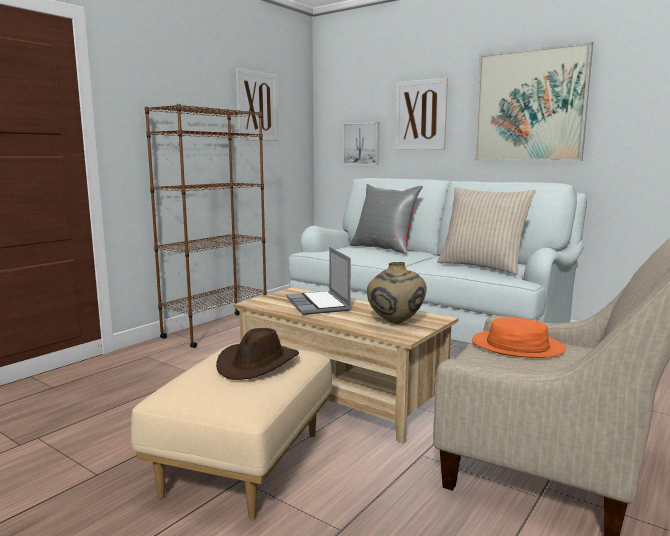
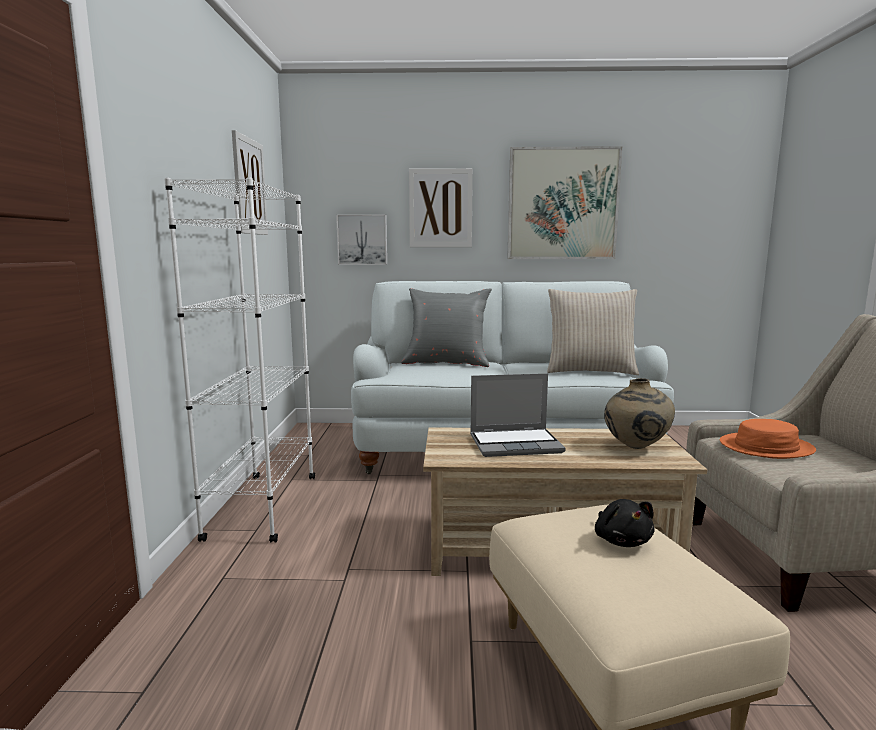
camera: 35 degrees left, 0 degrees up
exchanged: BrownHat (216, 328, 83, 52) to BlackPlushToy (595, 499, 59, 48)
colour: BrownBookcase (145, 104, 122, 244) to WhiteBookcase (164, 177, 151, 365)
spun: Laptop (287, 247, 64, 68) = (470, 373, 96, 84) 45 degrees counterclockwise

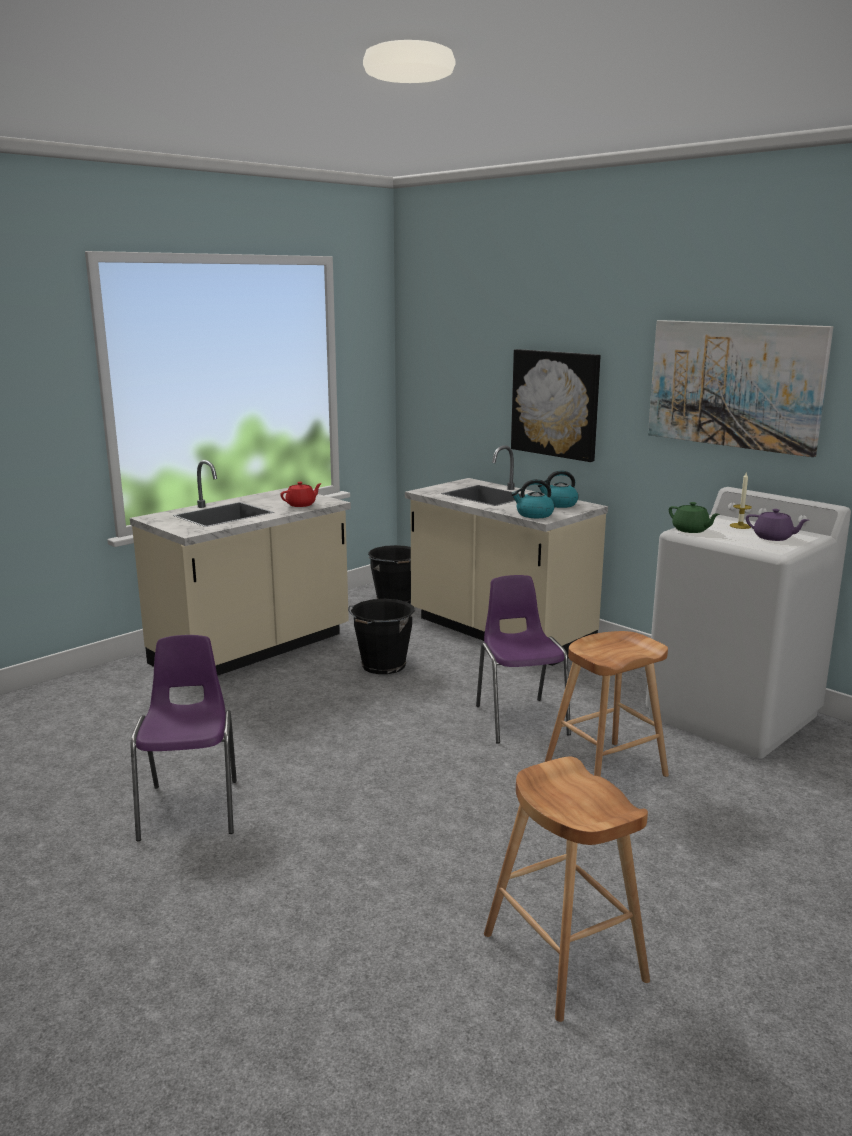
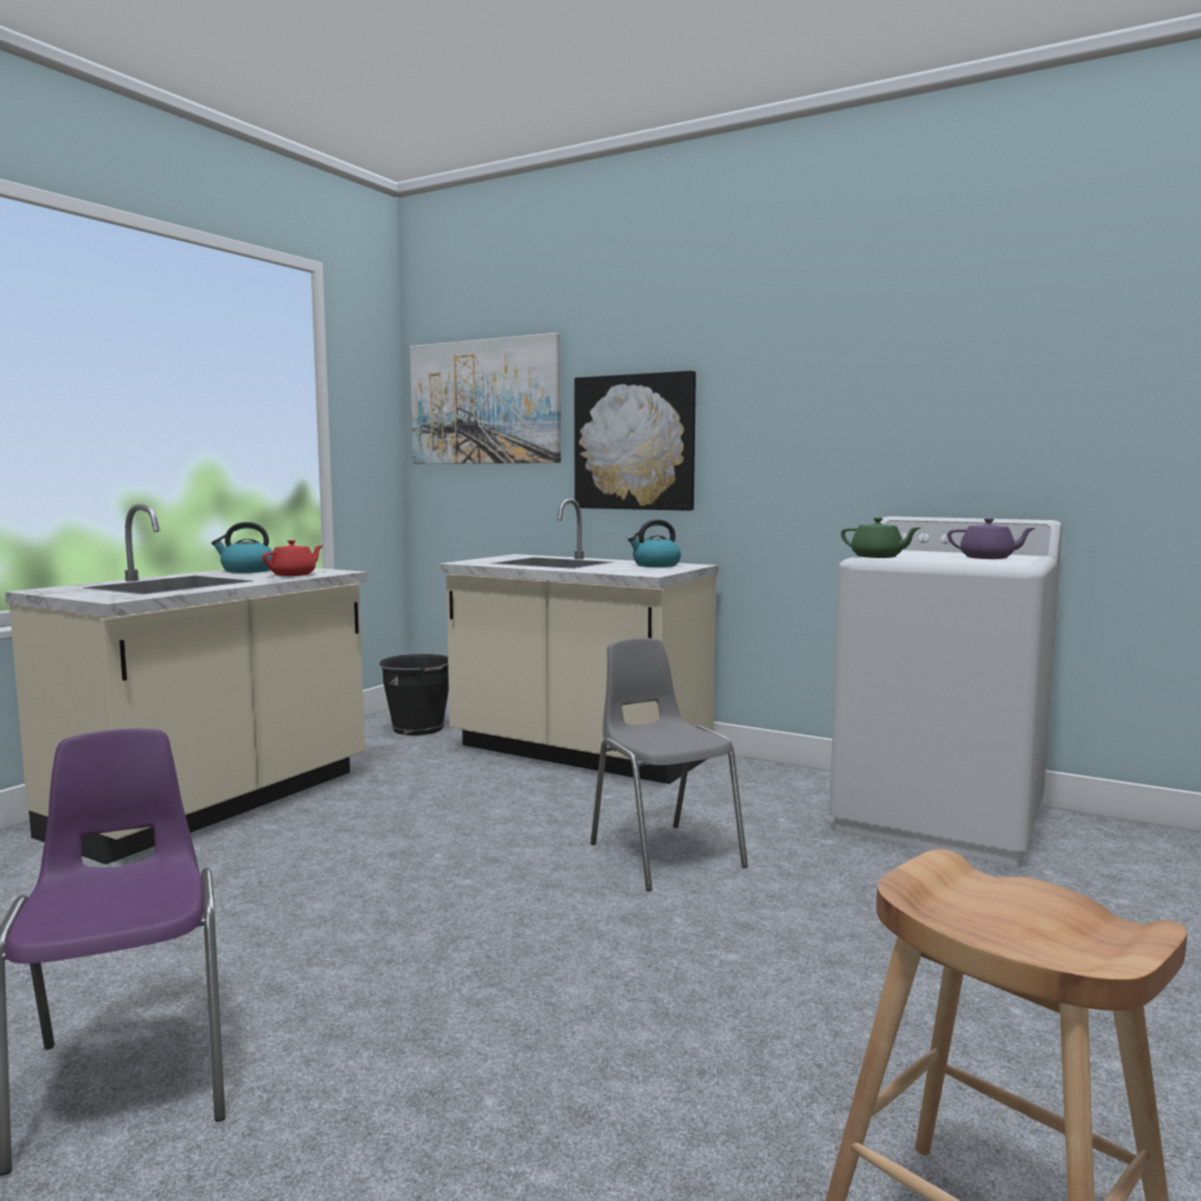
camera: 15 degrees left, 10 degrees down
missing: Candle (730, 473, 22, 56); BlackBucket (348, 599, 67, 75); BrownStool (545, 631, 124, 146)
relocated: Picture (648, 320, 185, 137) to (410, 333, 151, 131); Kettle (511, 479, 43, 39) to (211, 522, 62, 51)
colour: PurpleChair (476, 575, 95, 168) to GreyChair (591, 638, 157, 253)

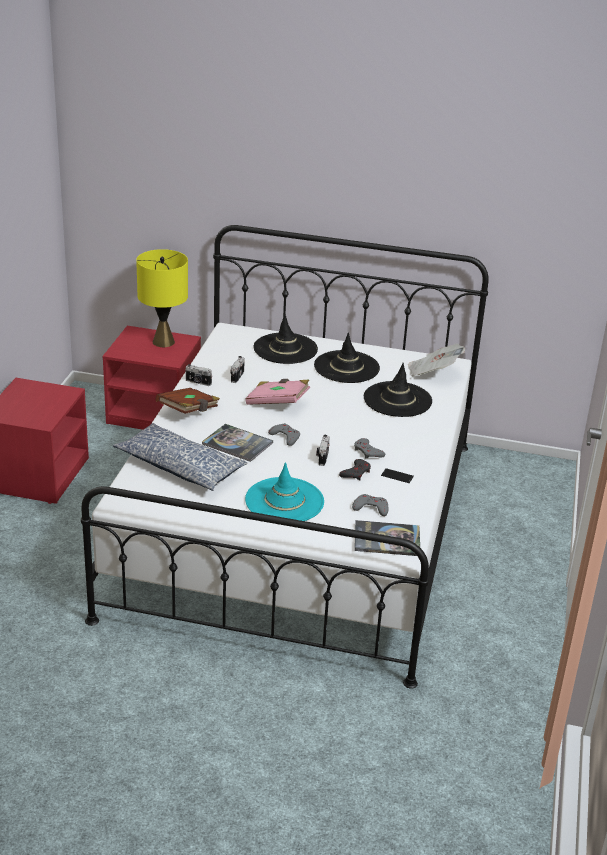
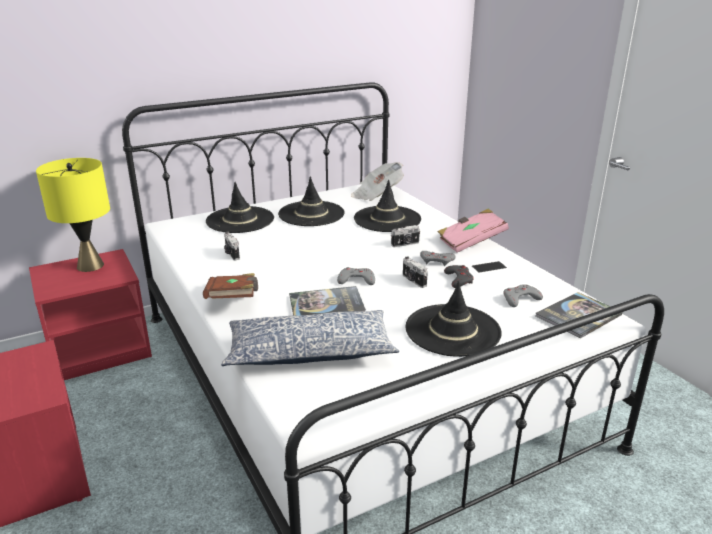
camera: 40 degrees left, 5 degrees down
relocated: PhotoCamera (185, 364, 27, 22) to (391, 225, 29, 22); PinkBook (245, 379, 65, 26) to (438, 209, 71, 44)
colour: TurquoiseHat (245, 462, 79, 59) to BlackHat (405, 281, 97, 76)

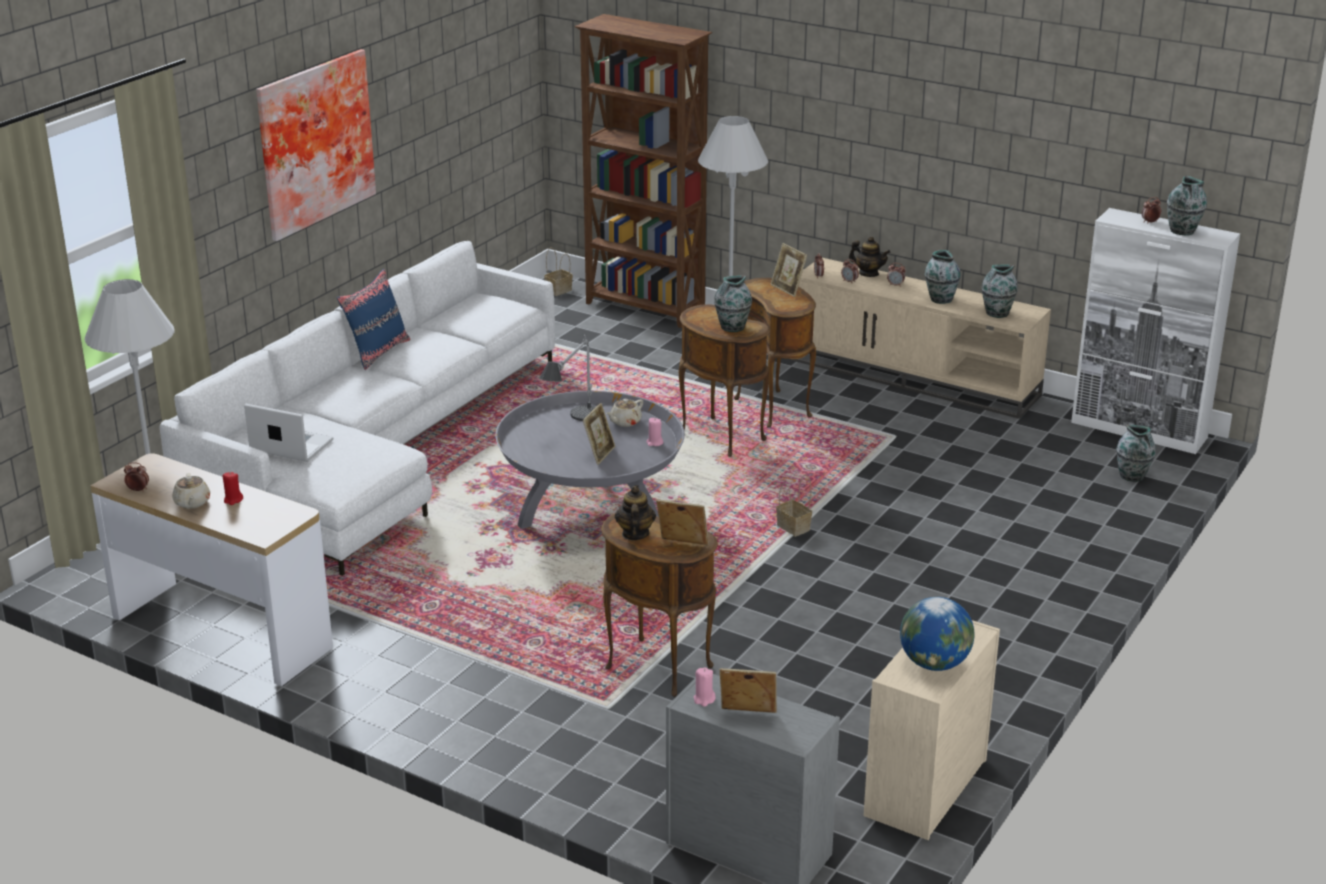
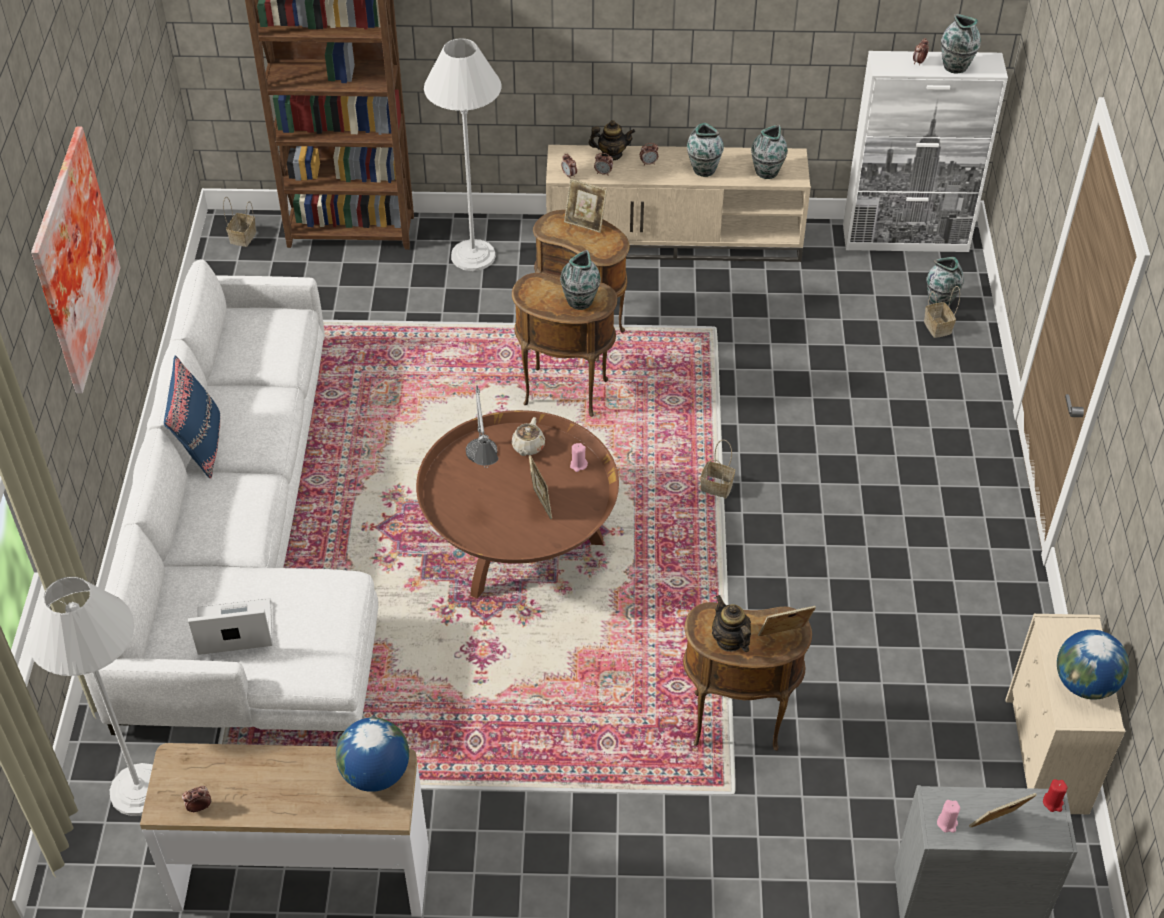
camera: 30 degrees left, 20 degrees up
missing: BeigeTeapot (172, 473, 38, 36)
appeared: Basket (924, 286, 36, 52); Globe (336, 717, 73, 75)
relocated: RedCandle (223, 472, 20, 33) to (1043, 779, 24, 33)
colour: GreyCoffeeTable (495, 391, 190, 138) to BrownCoffeeTable (416, 410, 203, 189)

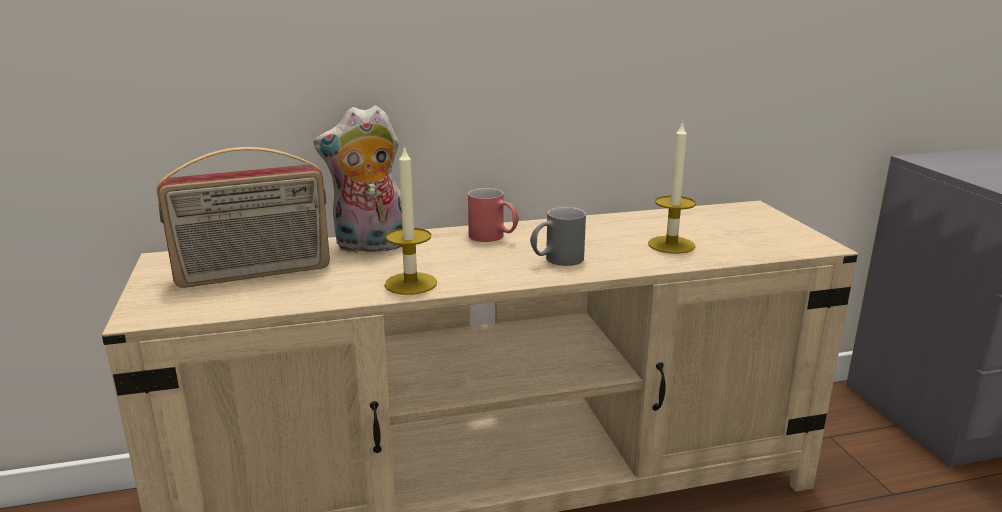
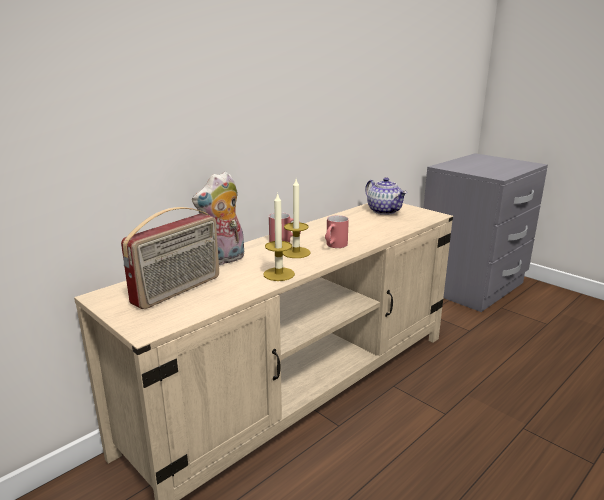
camera: 30 degrees left, 0 degrees up
appeared: Teapot (365, 177, 42, 38)
relocated: Candle (648, 121, 48, 133) to (283, 179, 27, 79)
colour: GreyMug (530, 207, 56, 59) to RedMug (325, 215, 24, 33)

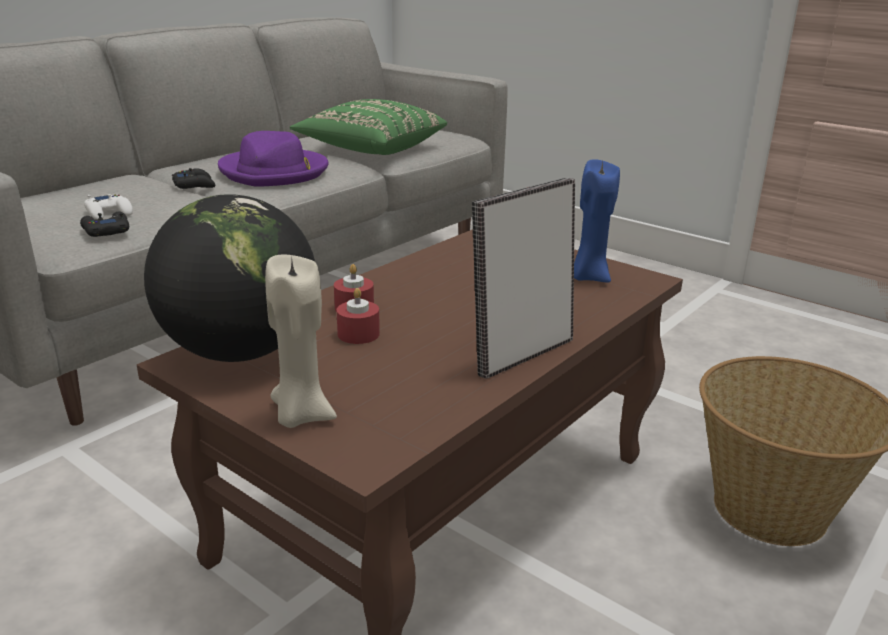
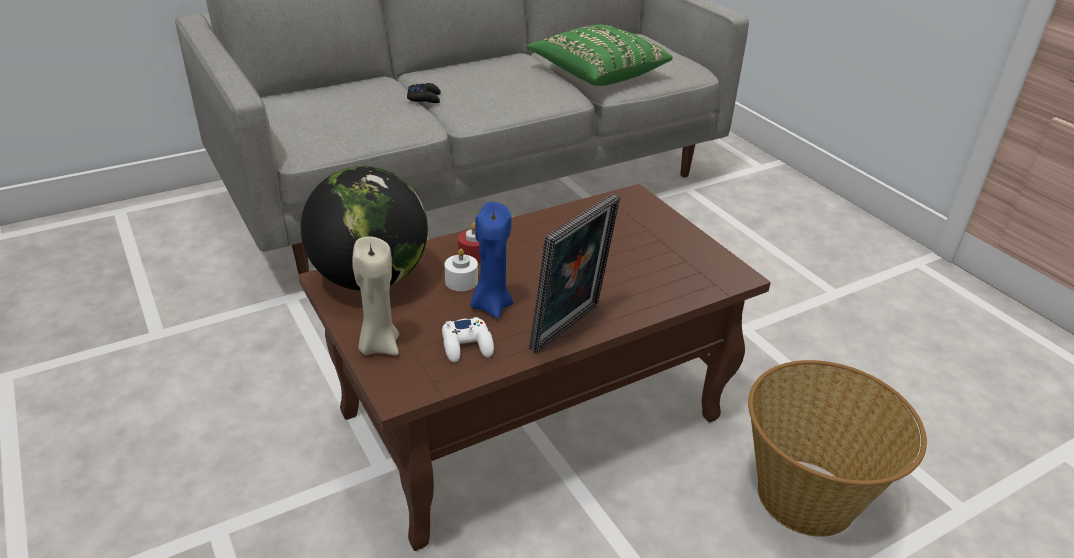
camera: 20 degrees right, 10 degrees up
missing: PurpleHat (218, 131, 111, 56); BlackGameController (80, 212, 49, 25)
relocated: BlueCandle (574, 159, 46, 124) to (471, 202, 42, 117); WhiteGameController (84, 194, 49, 26) to (442, 317, 52, 45)
colour: RedCandle (337, 288, 43, 56) to WhiteCandle (444, 248, 34, 43)
spun: PictureFrame (472, 178, 103, 201) = (529, 193, 91, 160) 150 degrees clockwise

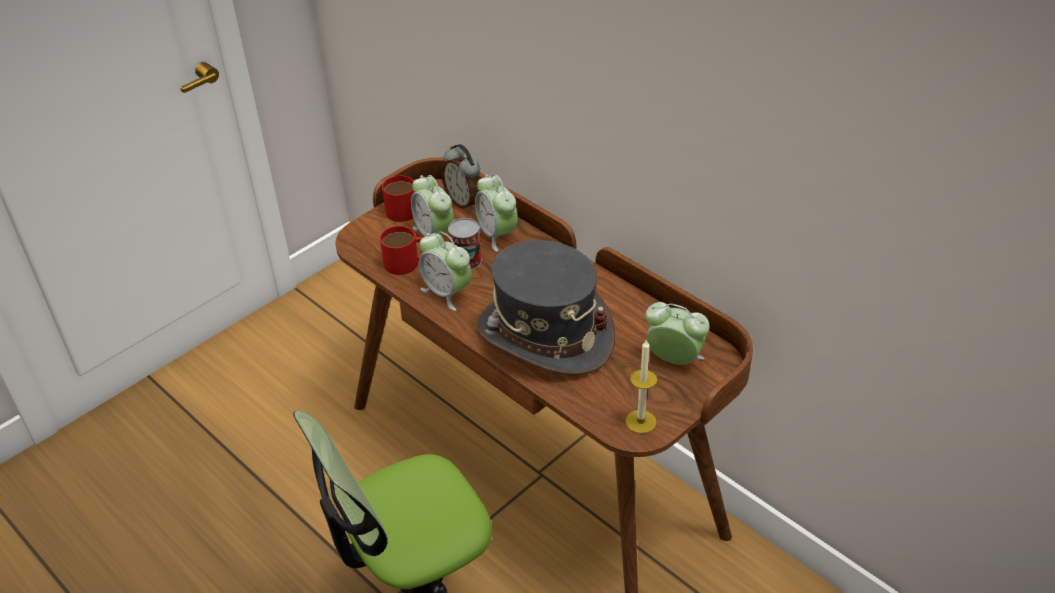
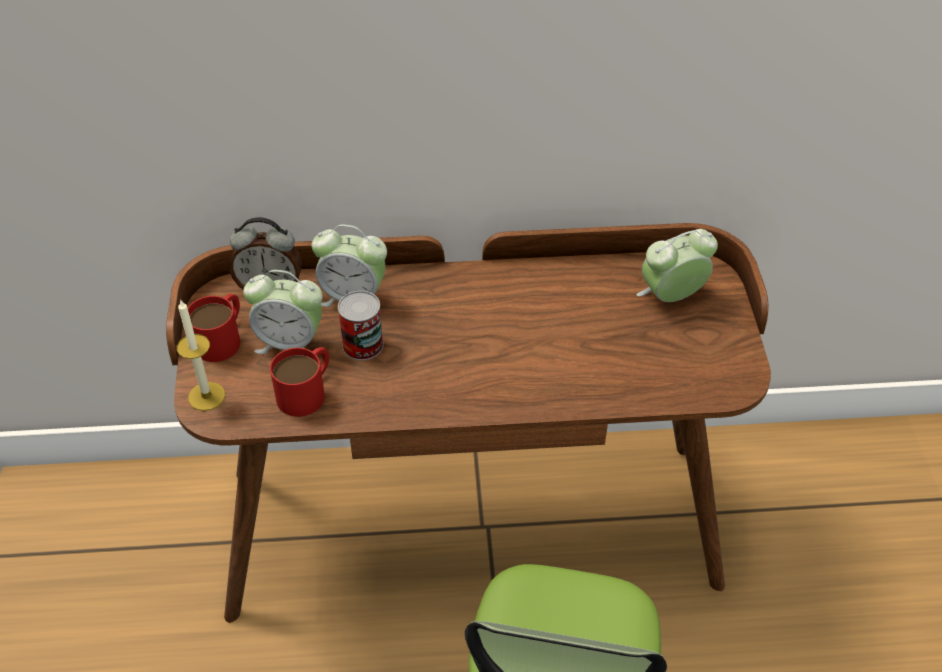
camera: 50 degrees left, 5 degrees up
missing: AlarmClock (419, 232, 53, 79); GreyHat (476, 240, 139, 135)
relocated: Candle (626, 339, 32, 95) to (177, 299, 48, 112)

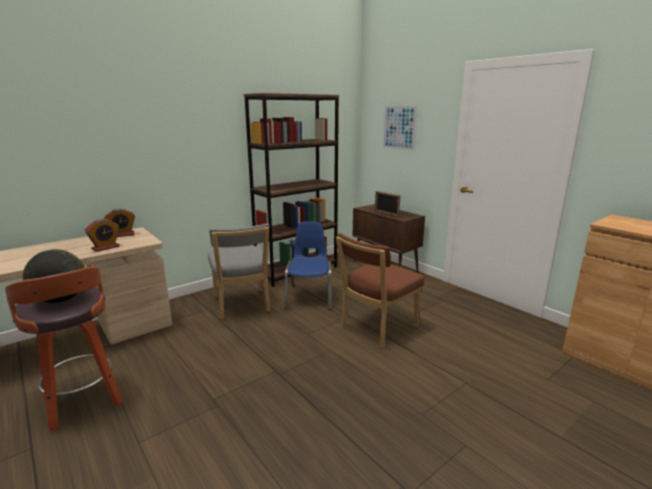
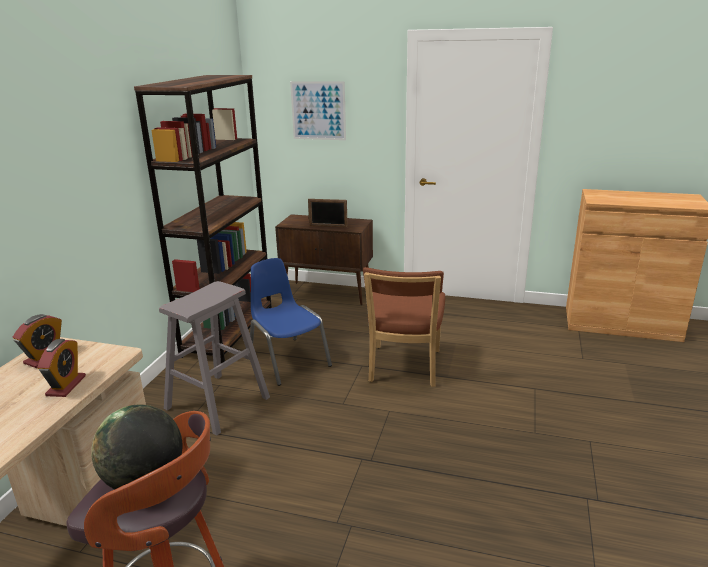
camera: 35 degrees left, 5 degrees up
exchanged: GreyChair (208, 223, 63, 96) to GreyStool (159, 281, 111, 155)

